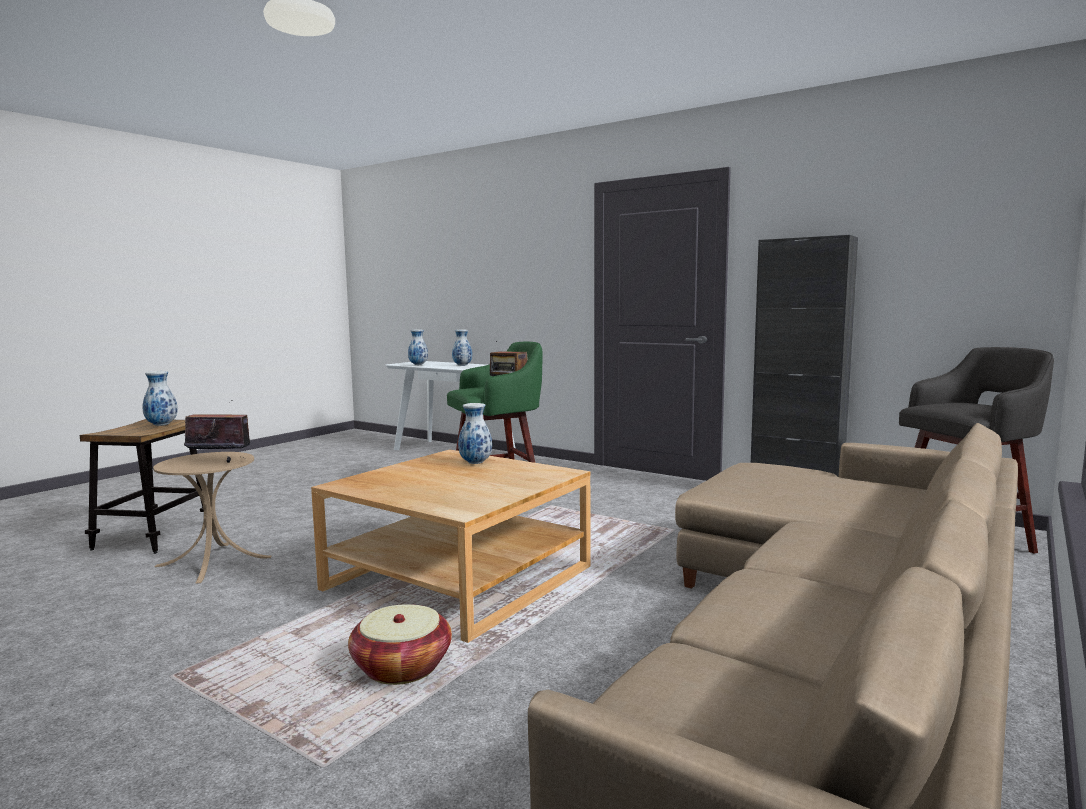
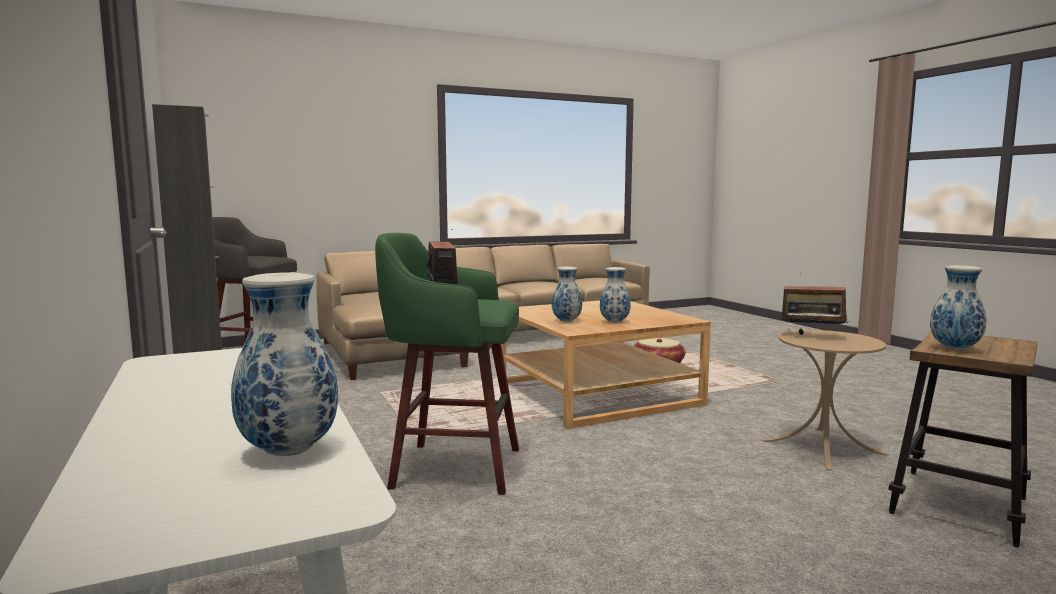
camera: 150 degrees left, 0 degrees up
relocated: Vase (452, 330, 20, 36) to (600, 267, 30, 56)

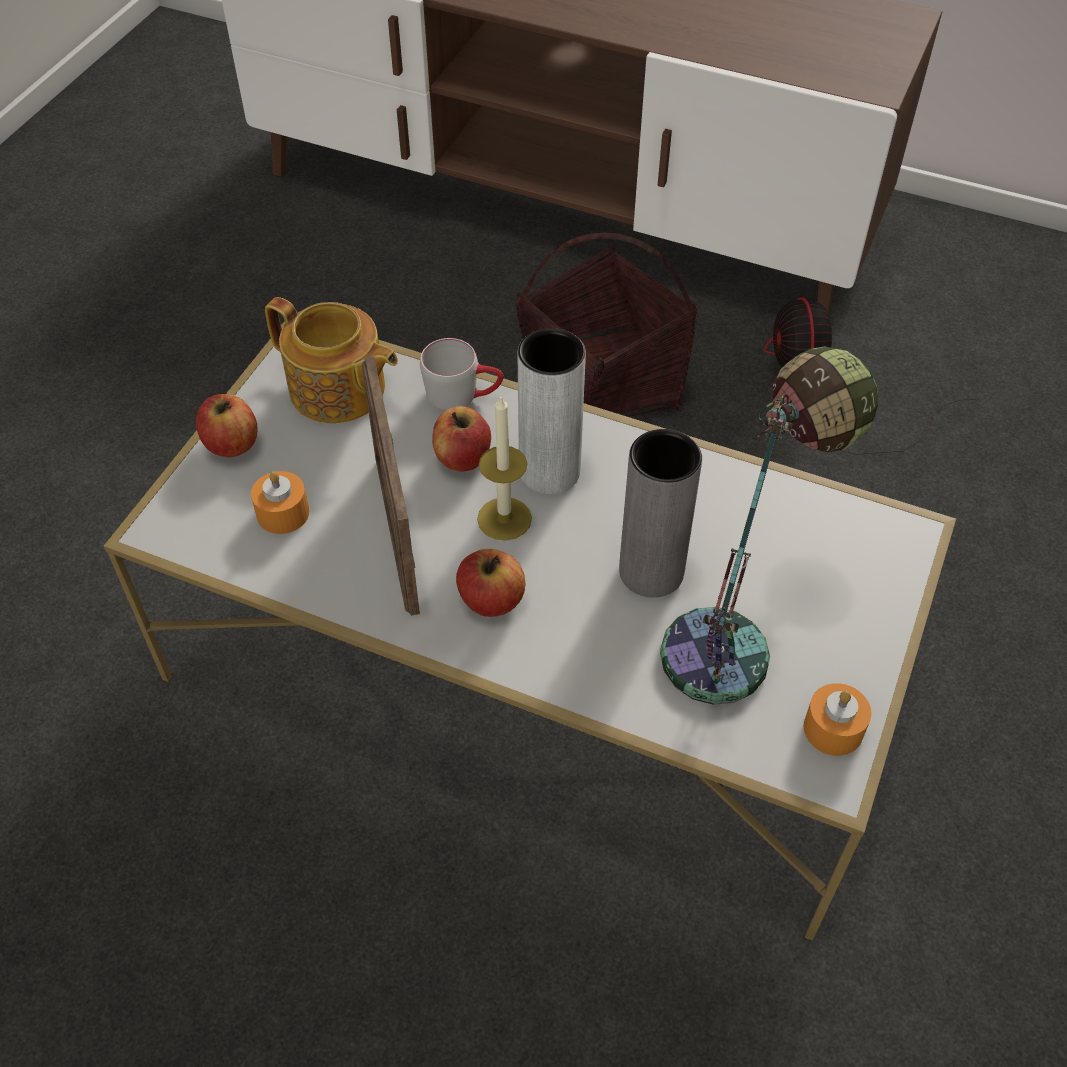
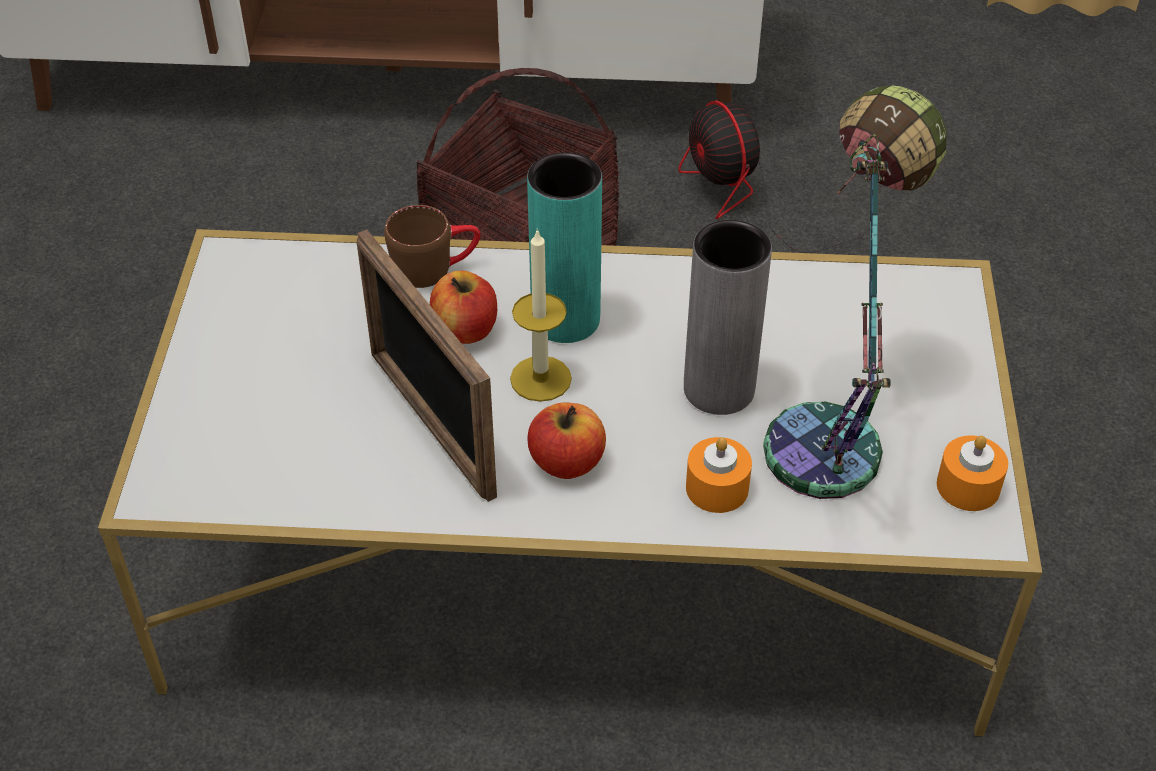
camera: 20 degrees left, 5 degrees down
missing: Teapot (265, 297, 133, 126); Apple (196, 394, 61, 63)
relocated: OrangeCandle (251, 471, 58, 63) to (686, 437, 66, 76)
colour: GreyVase (518, 328, 68, 166) to TurquoiseVase (527, 152, 75, 191); GreyMug (420, 338, 83, 73) to BrownMug (384, 205, 96, 83)

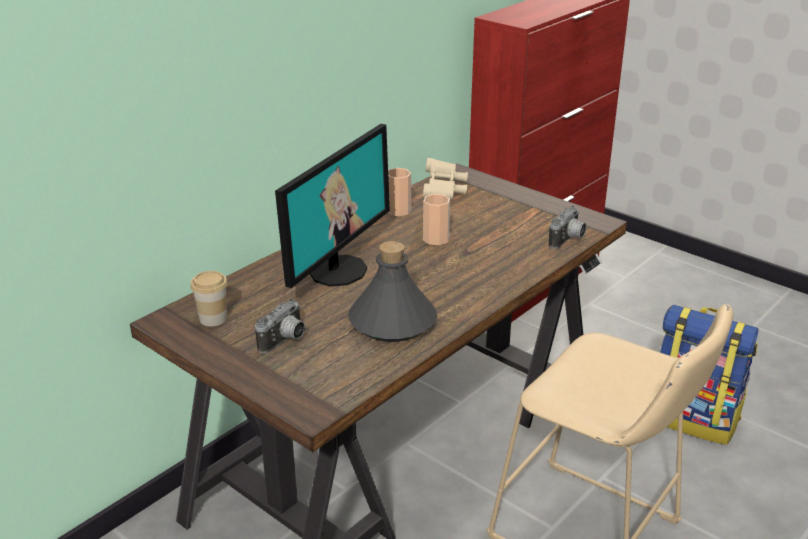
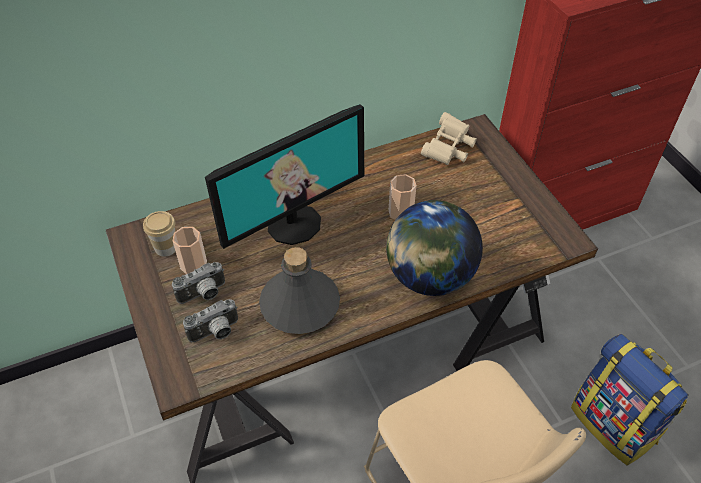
camera: 25 degrees right, 20 degrees up
appeared: Globe (386, 200, 97, 96)
relocated: Cup (388, 168, 23, 49) to (173, 227, 34, 47); PhotoCamera (549, 206, 37, 43) to (183, 299, 55, 43)

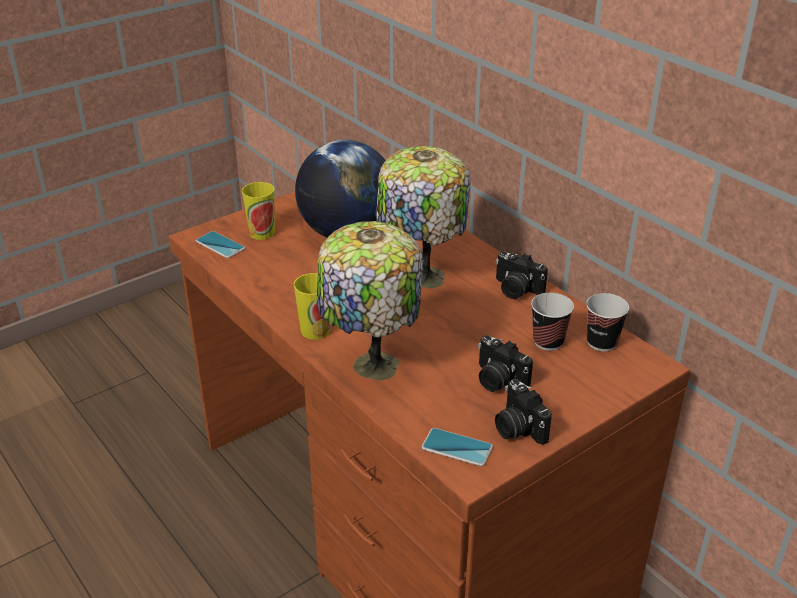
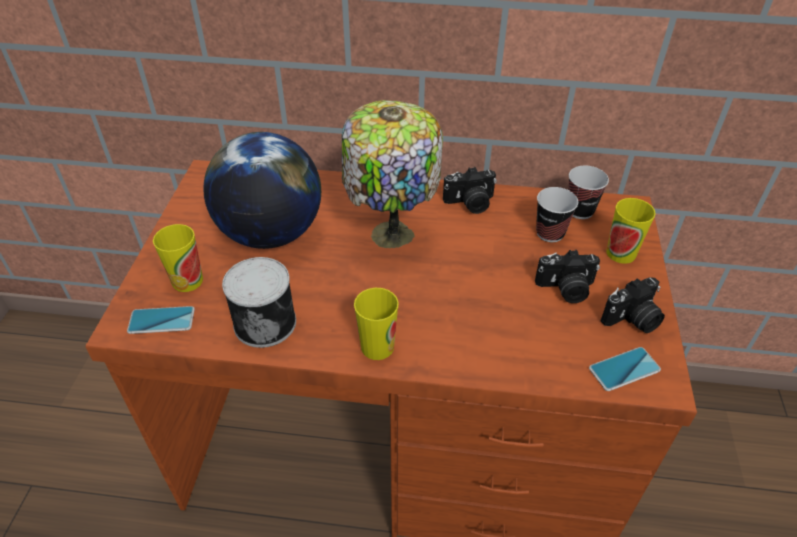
camera: 45 degrees left, 10 degrees up
missing: TableLamp (317, 221, 106, 159)
appeared: Cup (606, 198, 50, 66); Can (222, 257, 74, 91)
spun: PhotoCamera (495, 379, 56, 66) = (600, 277, 65, 56) 45 degrees counterclockwise

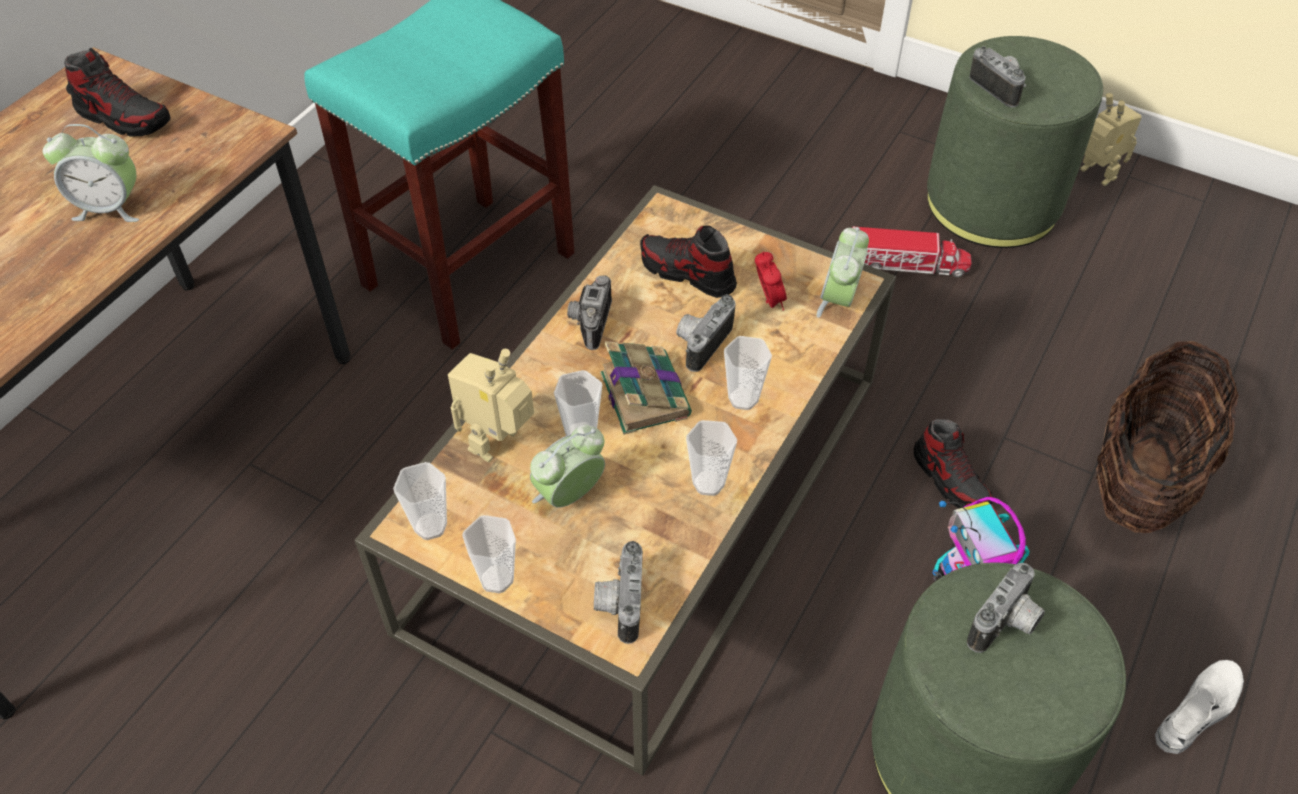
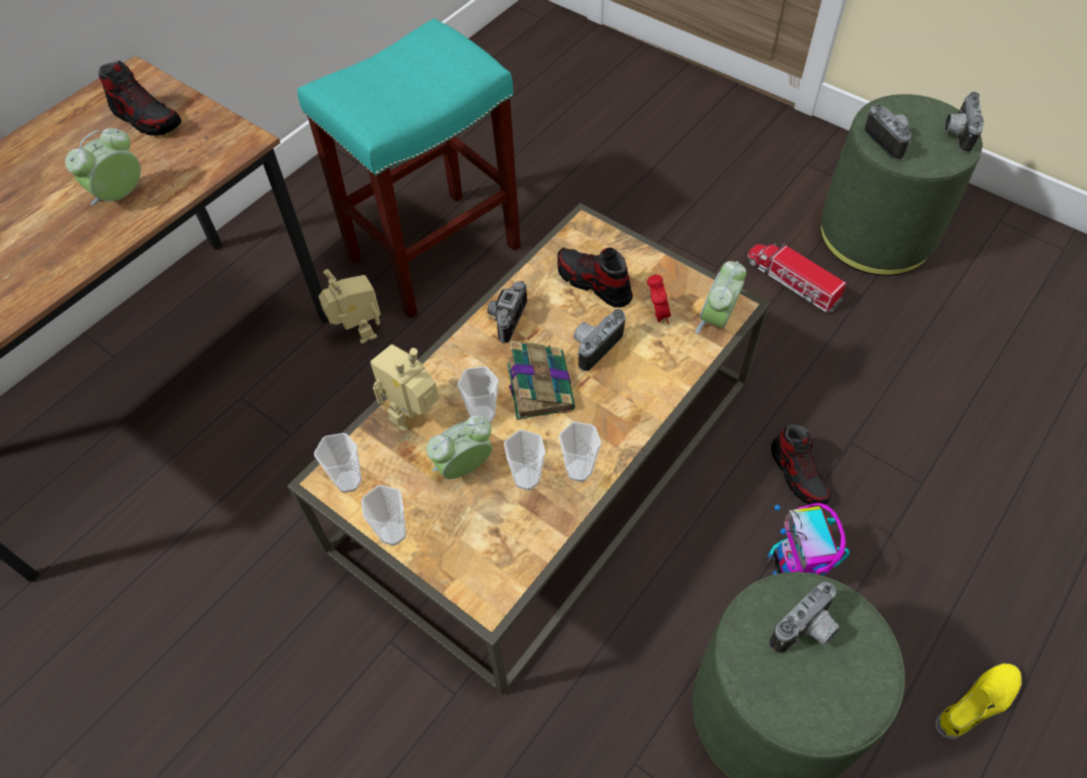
camera: 10 degrees right, 5 degrees up
missing: Basket (1096, 341, 143, 192)
relocated: ToyRobot (1080, 93, 62, 93) to (318, 269, 63, 75); Cup (724, 336, 48, 74) to (504, 430, 41, 61); PhotoCamera (594, 541, 49, 103) to (944, 92, 40, 61)
colour: WhiteShoe (1155, 660, 89, 94) to YellowShoe (936, 663, 86, 76)
spun: AlarmClock (43, 124, 96, 98) = (65, 128, 76, 77) 120 degrees clockwise; ToyTruck (852, 226, 120, 51) = (747, 243, 99, 70) 150 degrees counterclockwise

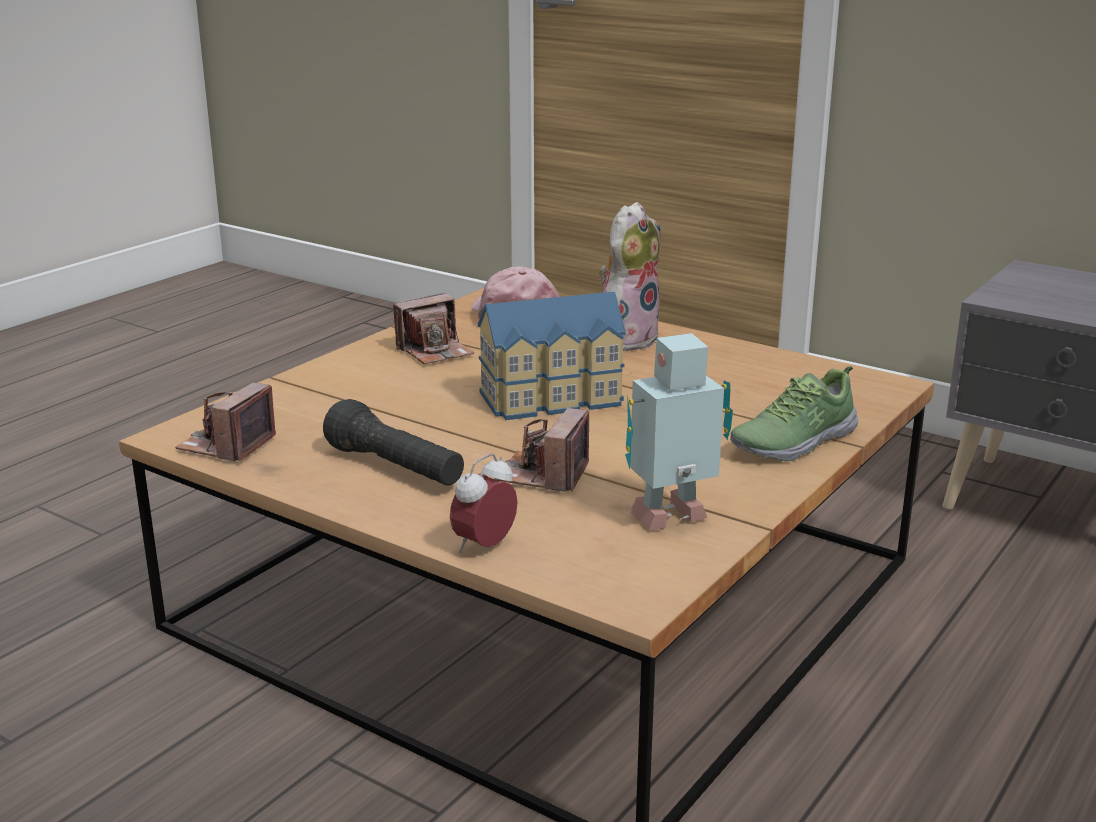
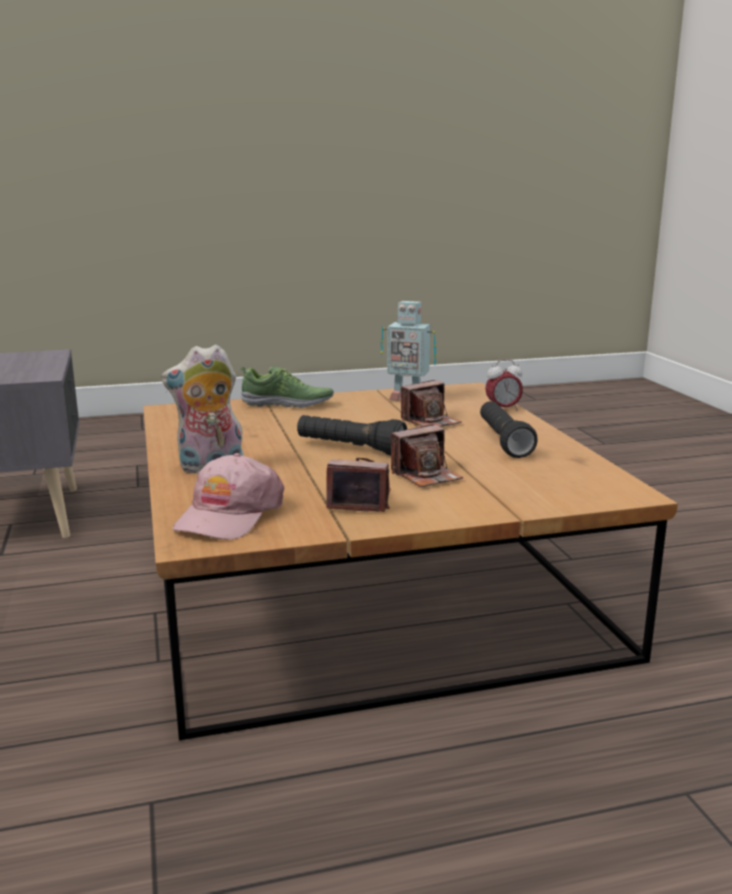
camera: 140 degrees left, 5 degrees down
relocated: PhotoCamera (175, 382, 101, 79) to (391, 424, 72, 63)
exchanged: ToyHouse (478, 291, 148, 129) to BlackFlashlight (297, 415, 110, 40)

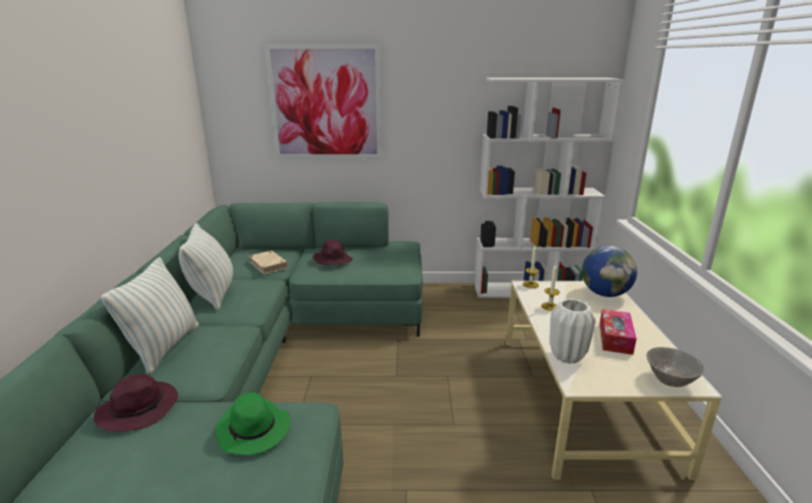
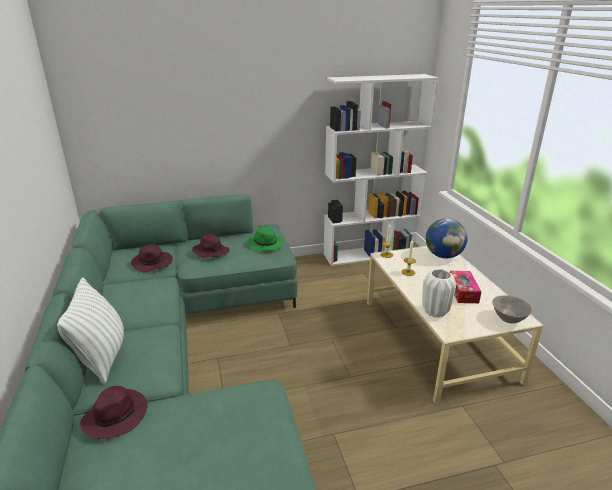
camera: 15 degrees left, 5 degrees up
missing: Picture (265, 45, 116, 114); Pillow (179, 223, 54, 88)
relocated: GreenHat (215, 392, 75, 63) to (248, 227, 36, 24)
exchanged: BeigeBook (249, 250, 39, 24) to PurpleHat (131, 244, 42, 28)

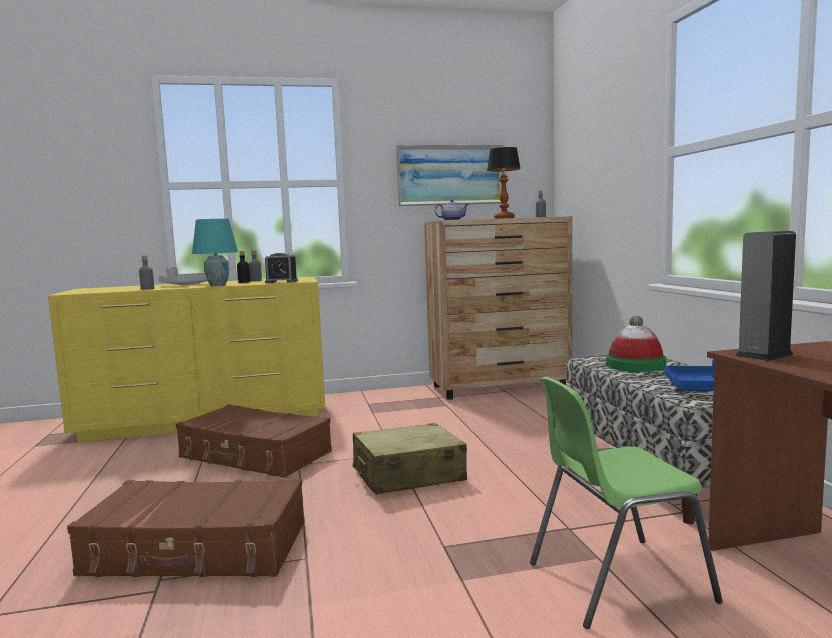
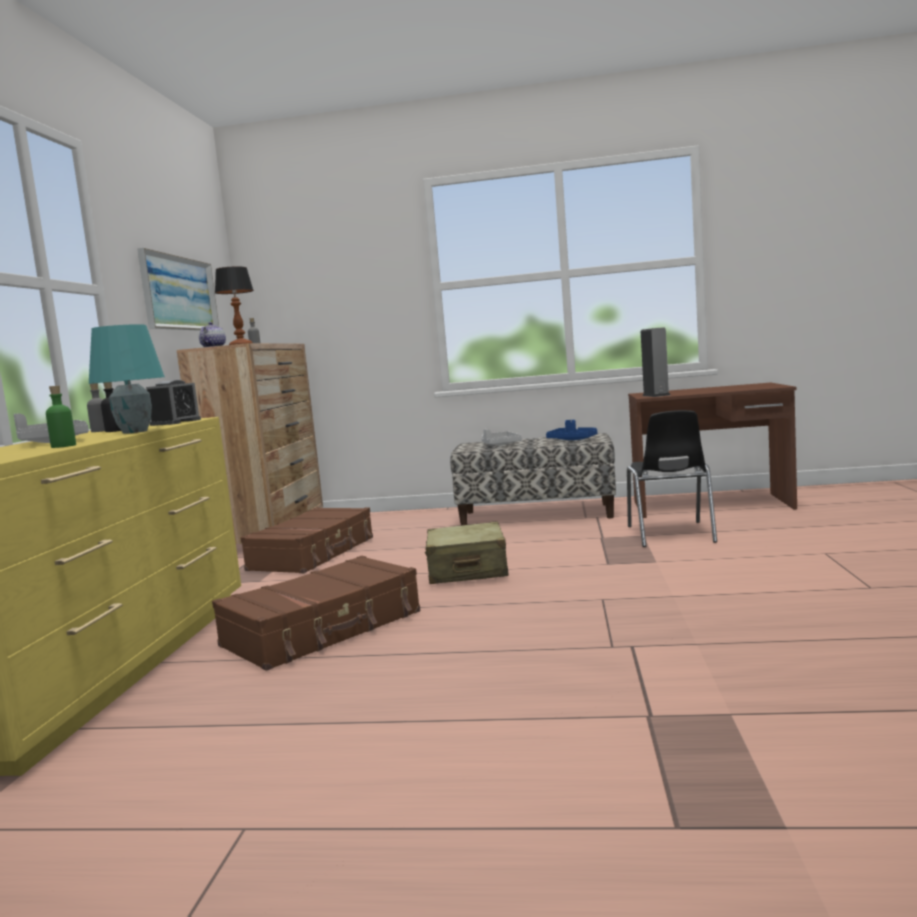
camera: 70 degrees left, 0 degrees up
relocated: BrownSuitcase (67, 478, 238, 99) to (240, 507, 133, 66)
exchanged: Hat (606, 316, 60, 56) to GreyTray (482, 429, 40, 16)
colour: GreyBottle (139, 255, 15, 35) to GreenBottle (46, 386, 30, 62); GreenChair (530, 377, 193, 252) to BlackChair (627, 410, 90, 137)

